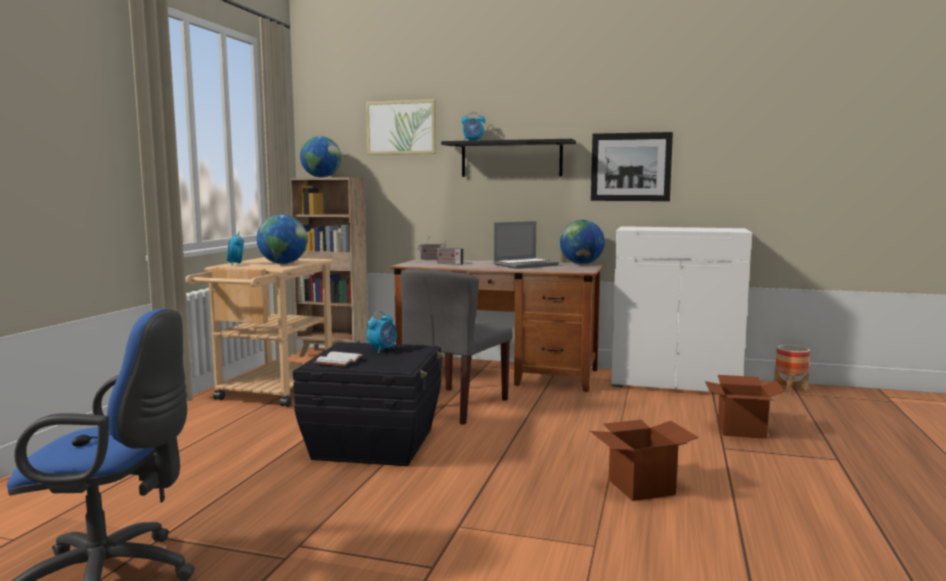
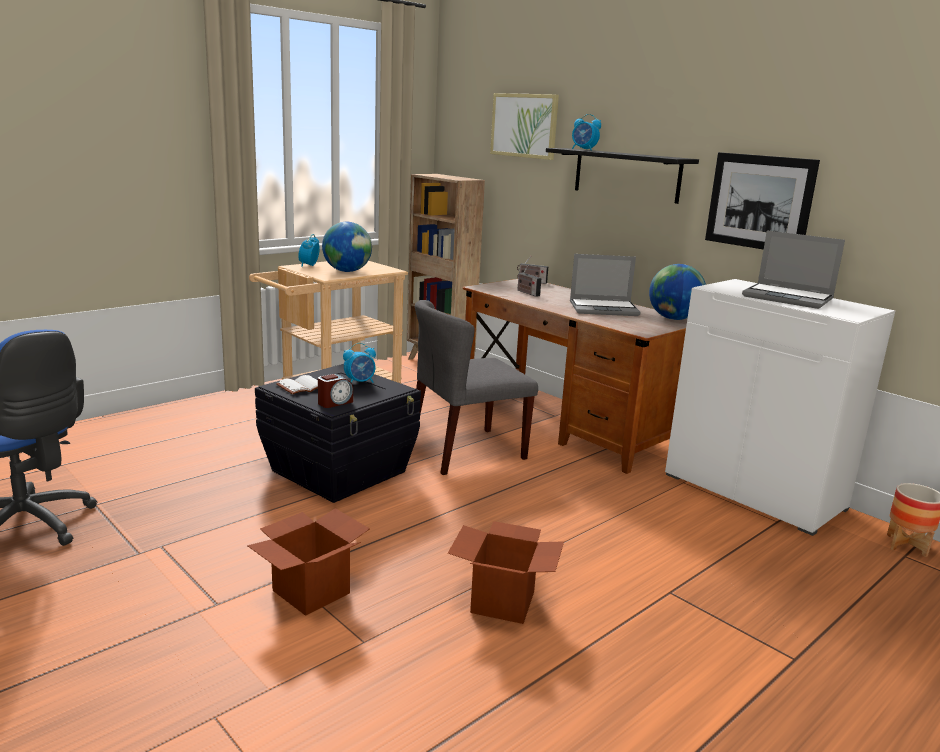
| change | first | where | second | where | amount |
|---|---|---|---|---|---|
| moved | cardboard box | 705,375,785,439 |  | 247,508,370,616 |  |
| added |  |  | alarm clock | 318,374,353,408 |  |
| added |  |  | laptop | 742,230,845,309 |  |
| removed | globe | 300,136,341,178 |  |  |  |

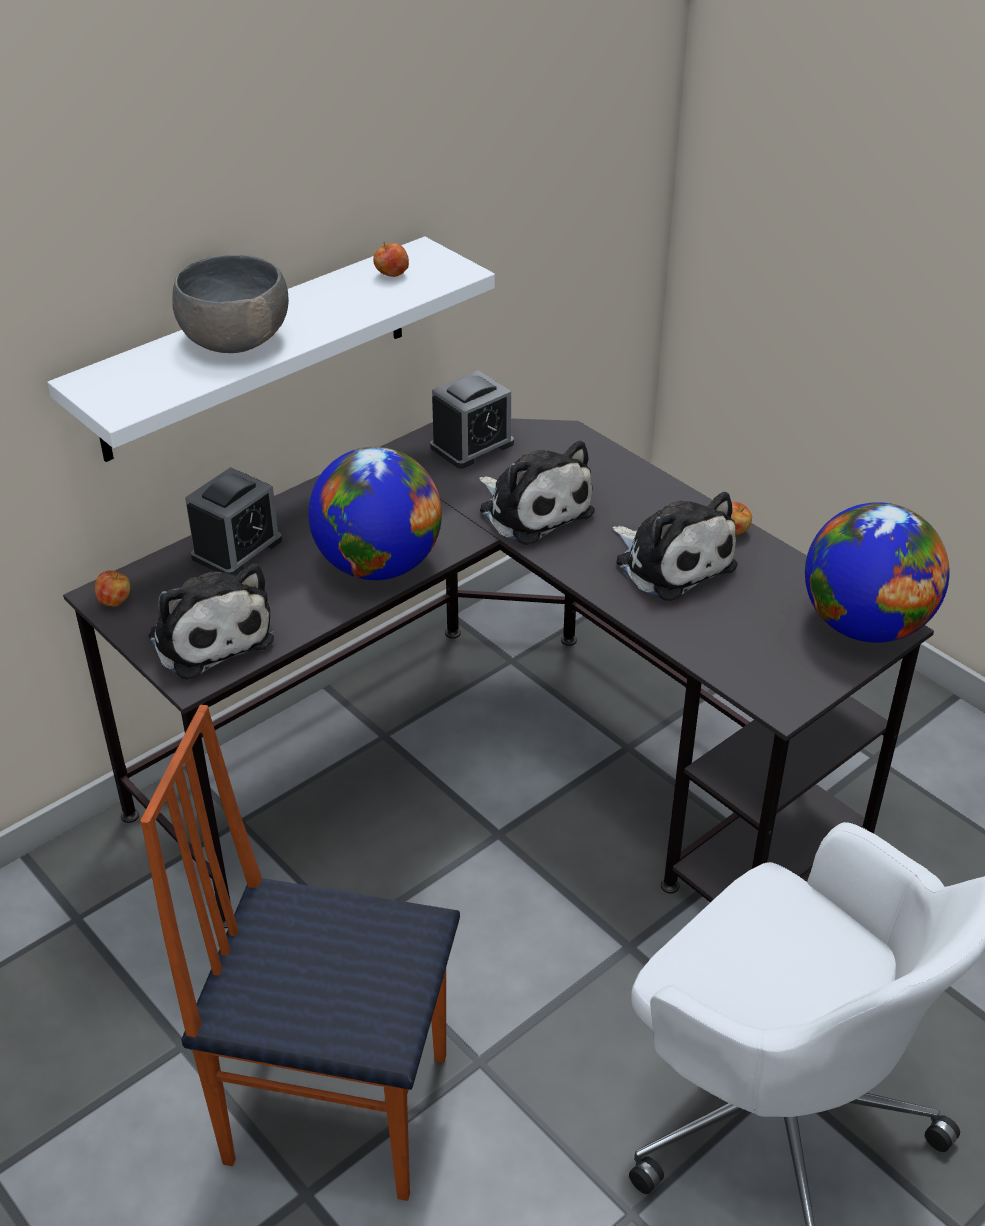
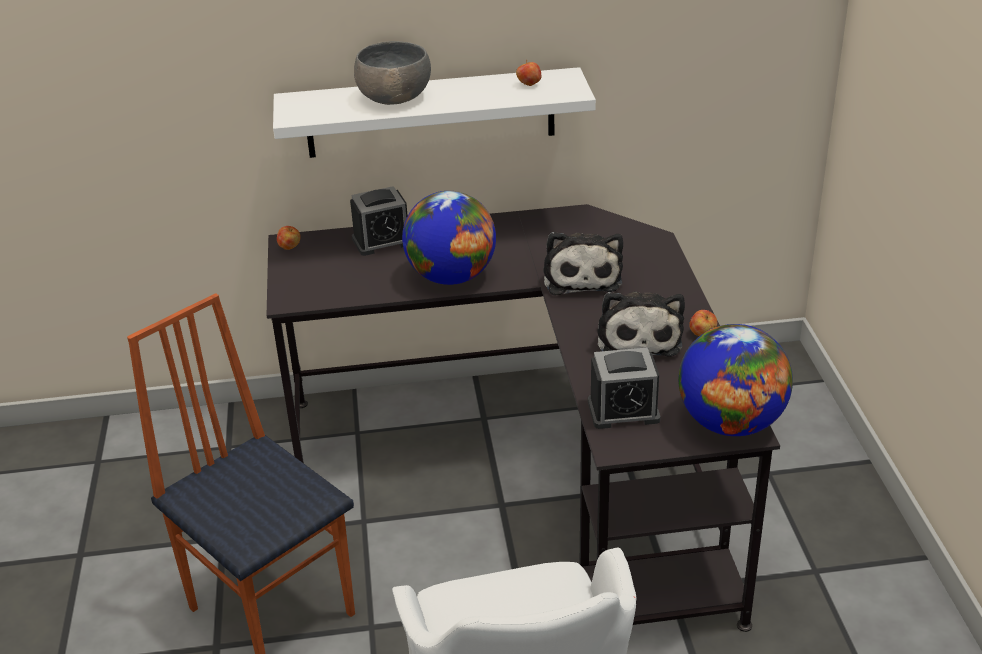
| change | first | where | second | where | amount |
|---|---|---|---|---|---|
| moved | alarm clock | 430,370,514,469 |  | 588,348,661,429 |  |
| removed | plush toy | 148,564,274,680 |  |  |  |

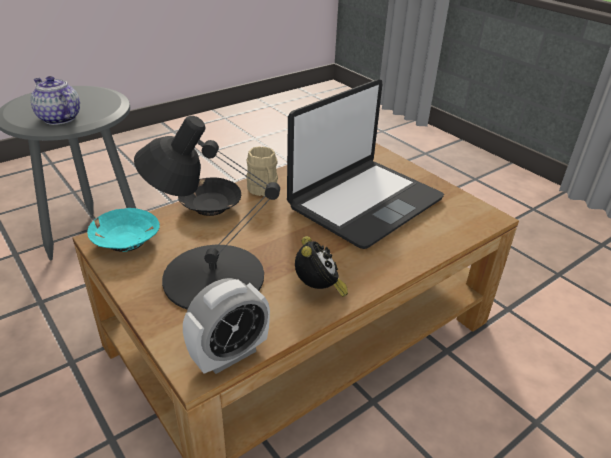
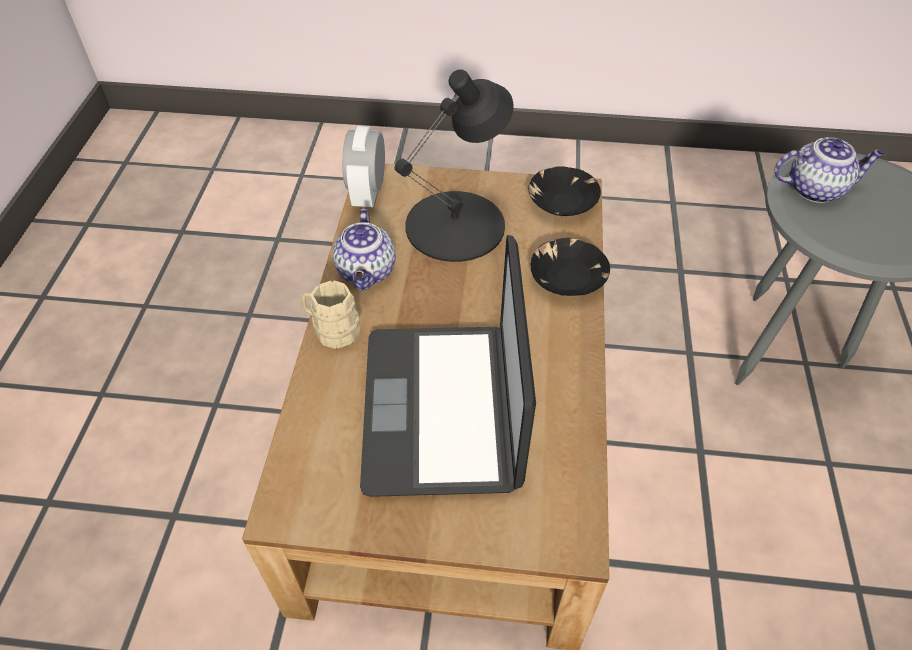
| change | first | where | second | where | amount |
|---|---|---|---|---|---|
| moved | beige mug | 246,146,278,196 |  | 301,281,361,349 |  |
| replaced | alarm clock | 295,236,348,297 | teapot | 333,209,396,290 |  |
| recoloured | turquoise bowl | 87,208,160,252 | black bowl | 528,166,601,216 |  |

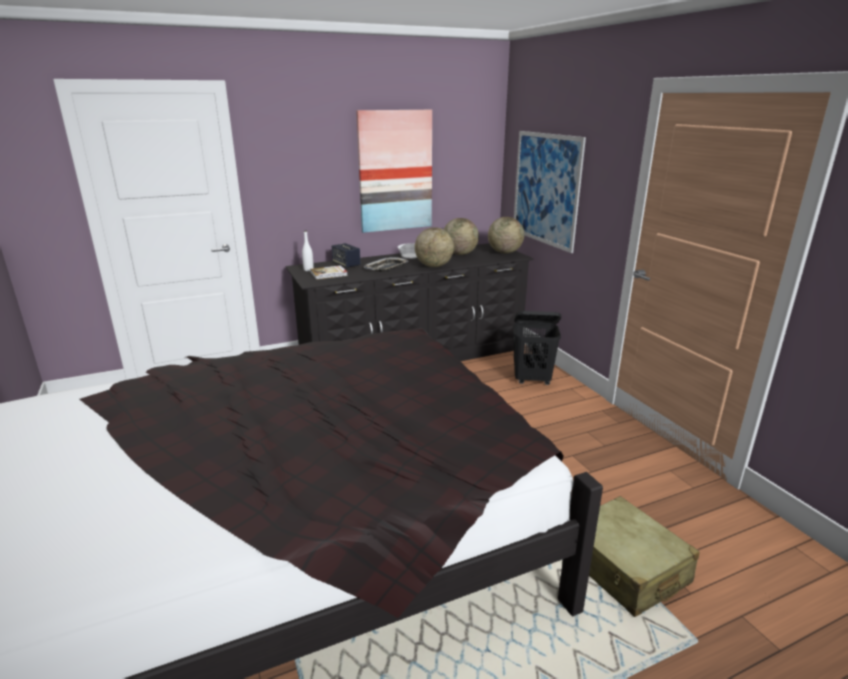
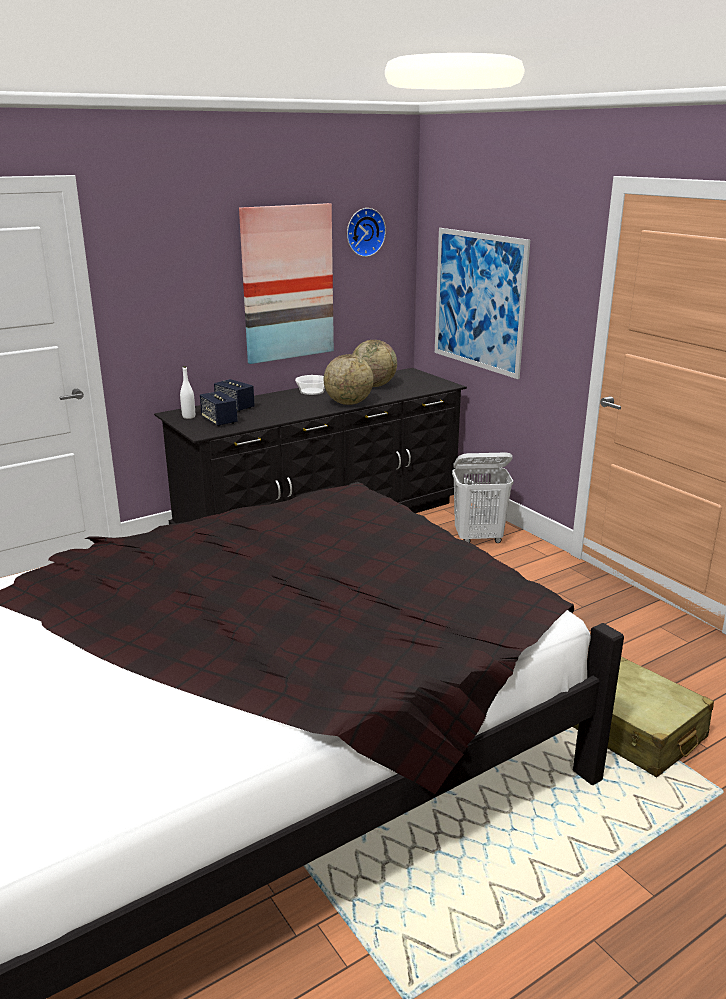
| change | first | where | second | where | amount |
|---|---|---|---|---|---|
| replaced | book | 310,265,348,280 | speaker | 200,391,238,426 |  |
| added |  |  | wall clock | 347,208,386,257 |  |
| recoloured | black laundry basket | 513,311,561,385 | white laundry basket | 452,452,513,543 |  |
| removed | tray | 364,257,408,272 |  |  |  |
| removed | globe | 488,217,524,254 |  |  |  |

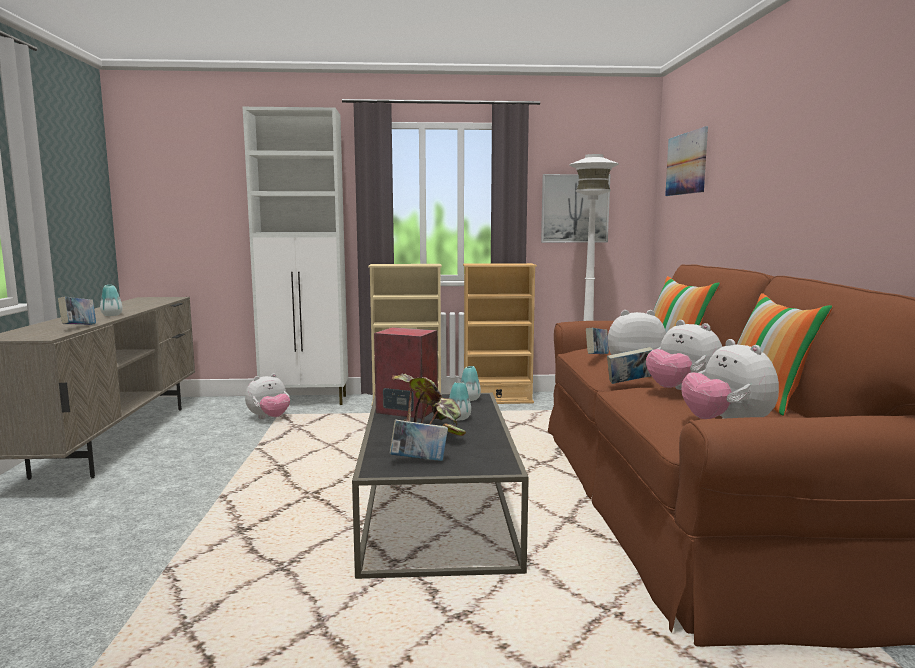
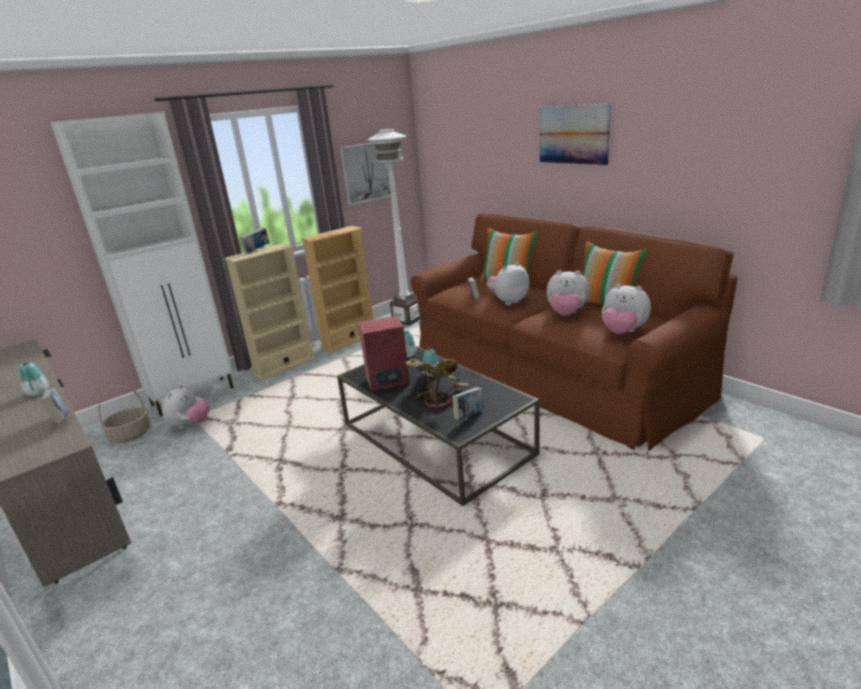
| change | first | where | second | where | amount |
|---|---|---|---|---|---|
| added |  |  | basket | 98,386,150,443 |  |
| moved | book | 607,347,653,384 |  | 240,227,270,253 |  |
| moved | picture | 665,126,708,196 |  | 540,104,611,165 |  |

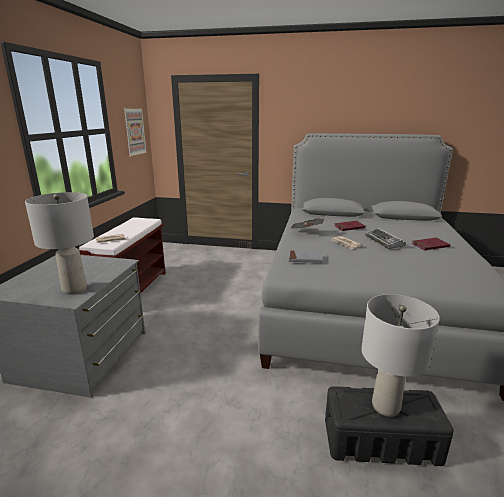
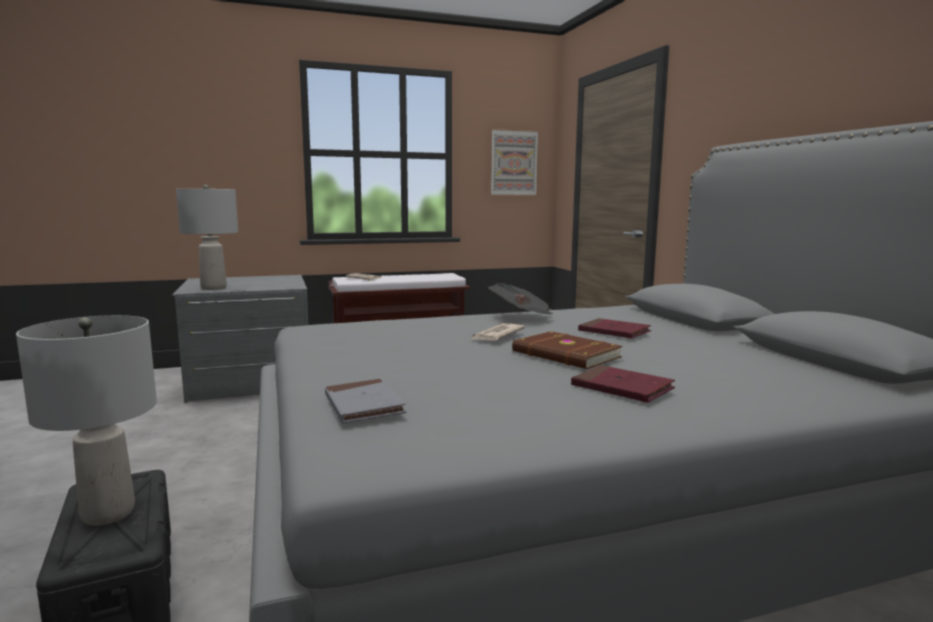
| change | first | where | second | where | amount |
|---|---|---|---|---|---|
| moved | grey book | 289,250,323,263 |  | 325,379,406,423 |  |
| replaced | keyboard | 365,228,406,249 | brown book | 512,331,622,369 |  |

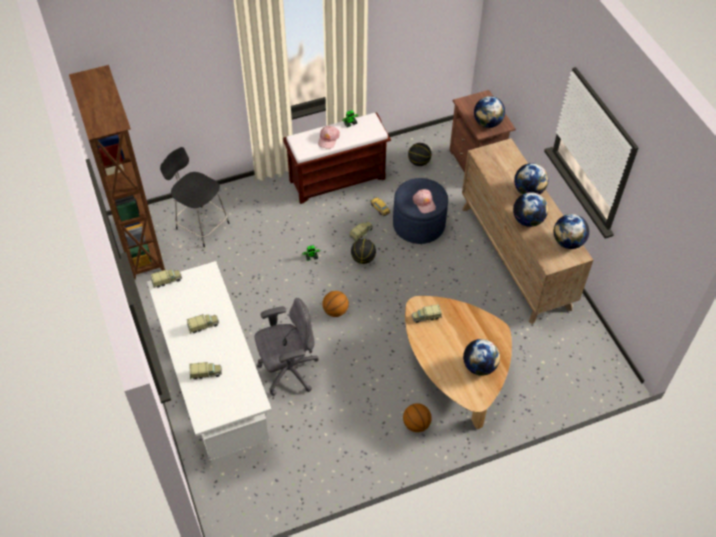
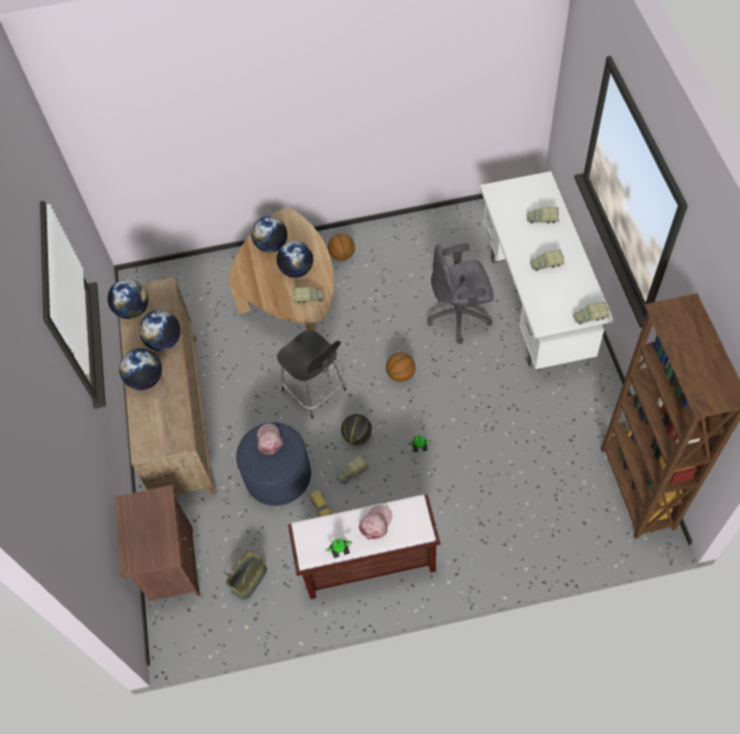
| change | first | where | second | where | amount |
|---|---|---|---|---|---|
| replaced | basketball | 408,143,431,166 | basket | 223,549,267,600 |  |
| moved | globe | 474,96,505,128 |  | 277,241,313,278 |  |
| moved | black chair | 160,147,230,247 |  | 277,330,346,419 |  |

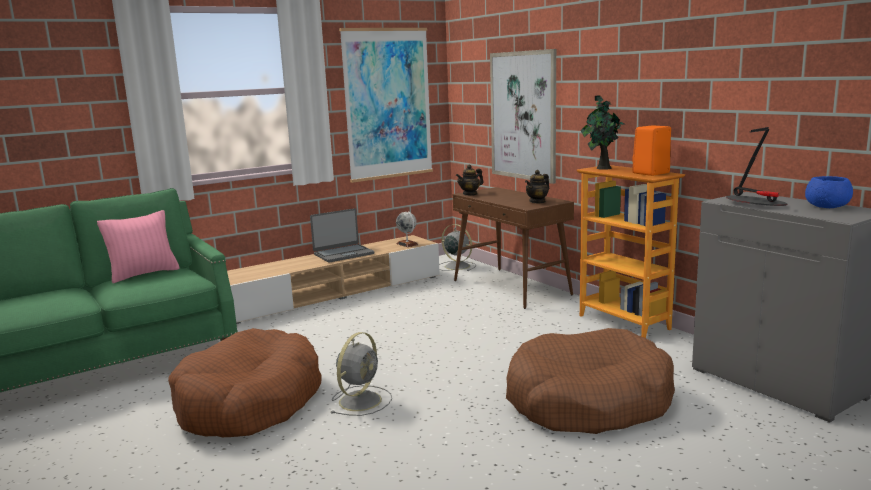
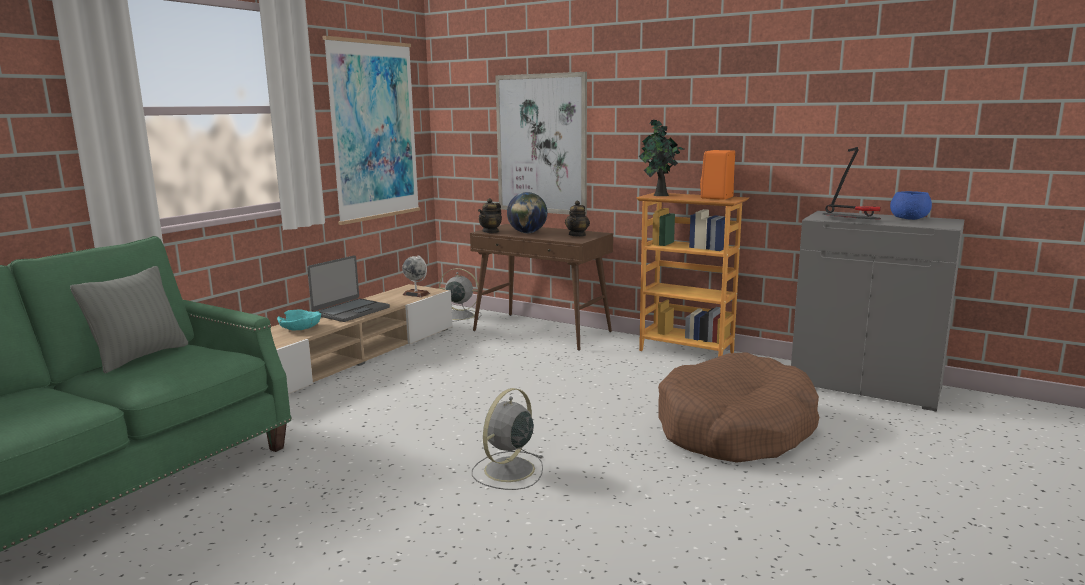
| change | first | where | second | where | amount |
|---|---|---|---|---|---|
| recoloured | pink pillow | 97,210,180,283 | grey pillow | 70,266,188,373 |  |
| added |  |  | turquoise bowl | 277,309,321,331 |  |
| turned | grey fan | 331,332,392,416 |  | 472,388,543,490 | 150 degrees counterclockwise |
| added |  |  | globe | 507,192,547,233 |  |
| removed | brown dog bed | 168,328,321,437 |  |  |  |

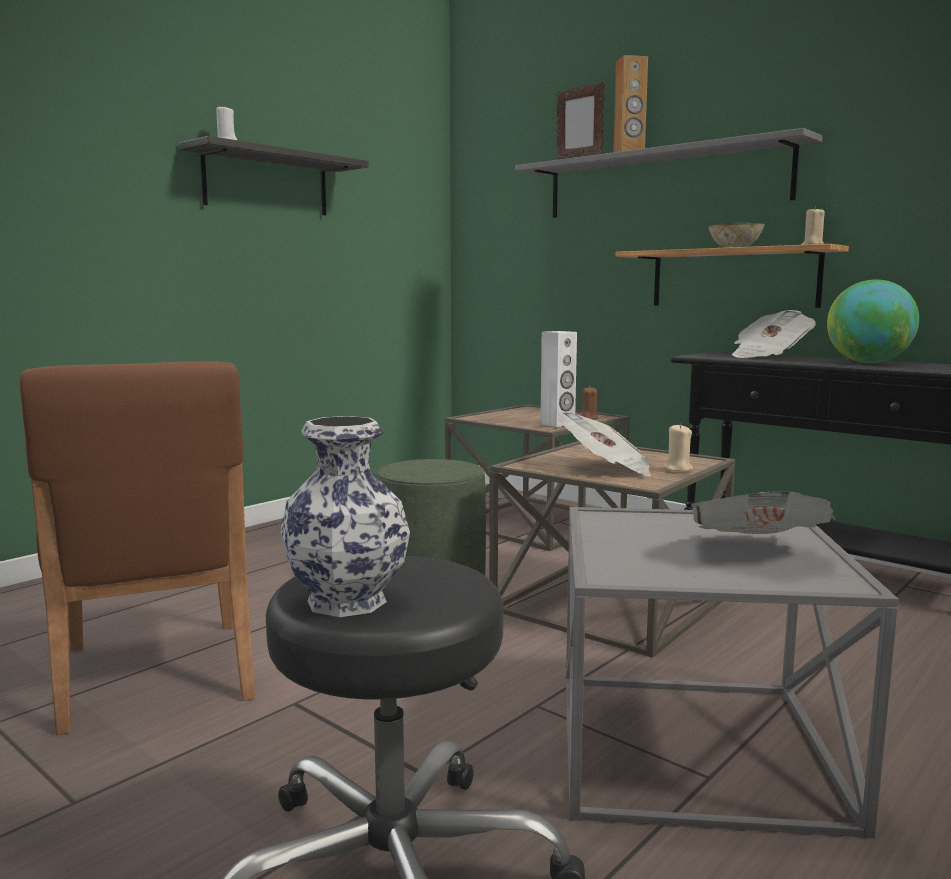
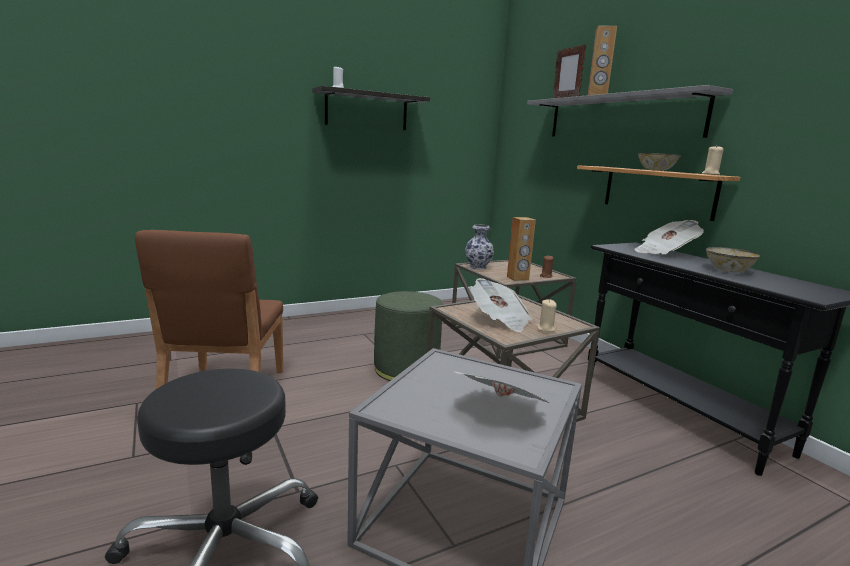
| change | first | where | second | where | amount |
|---|---|---|---|---|---|
| moved | vase | 280,416,410,617 |  | 465,224,494,269 |  |
| recoloured | white speaker | 540,331,577,427 | brown speaker | 507,217,536,281 |  |
| replaced | globe | 827,279,919,363 | bowl | 706,247,760,272 |  |

